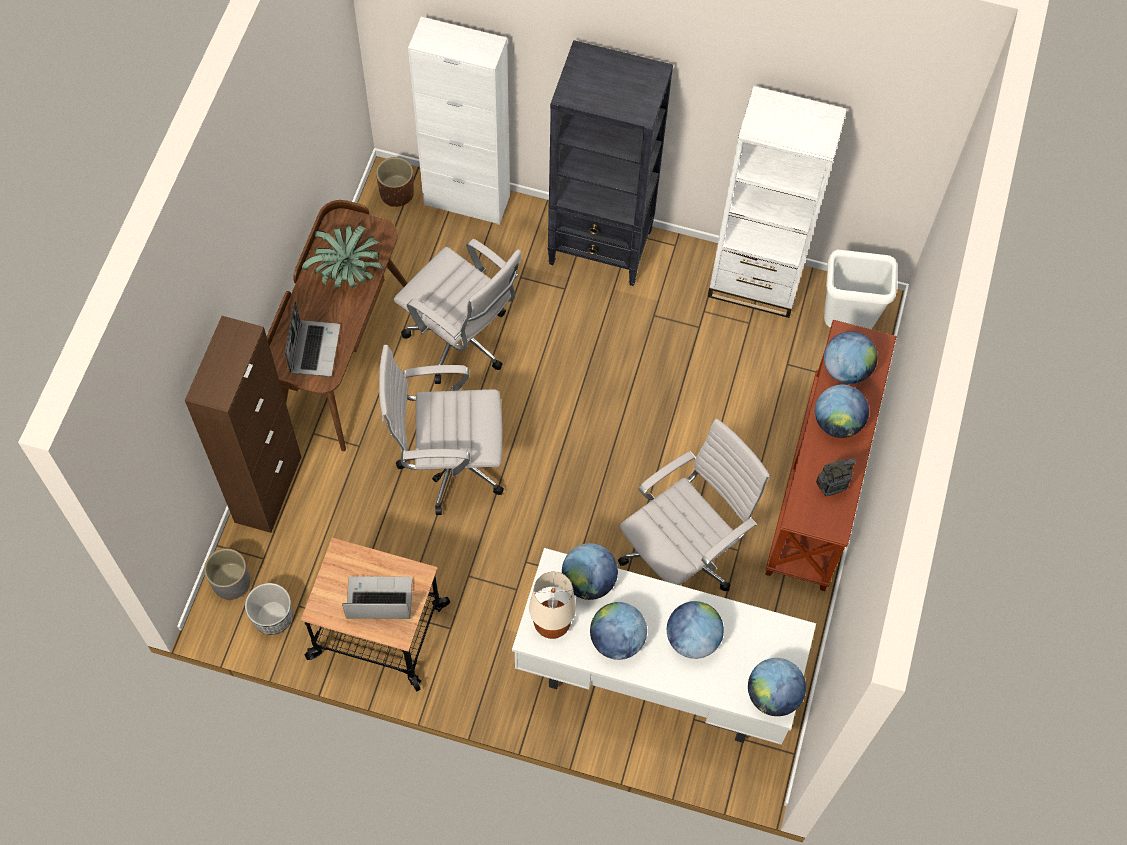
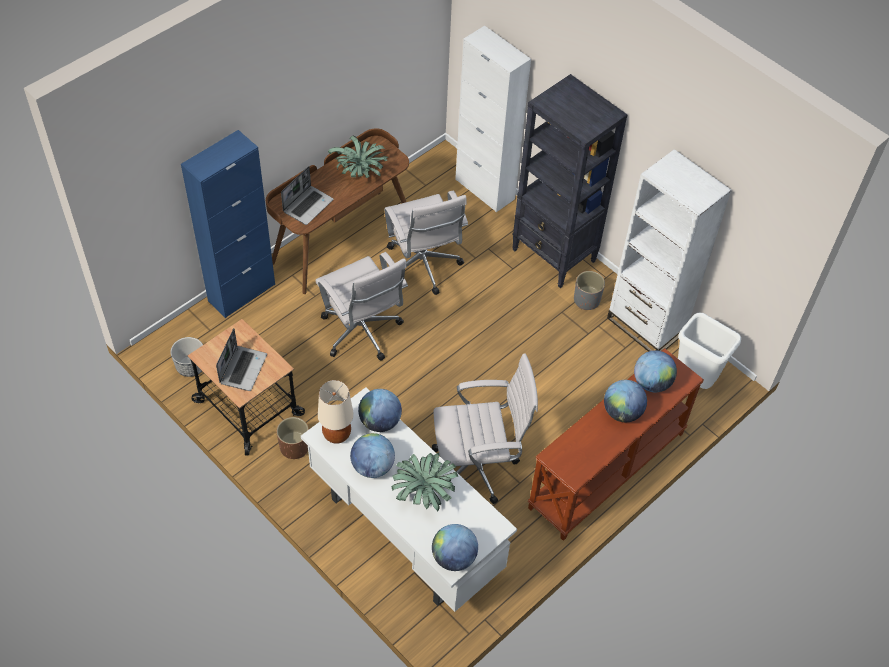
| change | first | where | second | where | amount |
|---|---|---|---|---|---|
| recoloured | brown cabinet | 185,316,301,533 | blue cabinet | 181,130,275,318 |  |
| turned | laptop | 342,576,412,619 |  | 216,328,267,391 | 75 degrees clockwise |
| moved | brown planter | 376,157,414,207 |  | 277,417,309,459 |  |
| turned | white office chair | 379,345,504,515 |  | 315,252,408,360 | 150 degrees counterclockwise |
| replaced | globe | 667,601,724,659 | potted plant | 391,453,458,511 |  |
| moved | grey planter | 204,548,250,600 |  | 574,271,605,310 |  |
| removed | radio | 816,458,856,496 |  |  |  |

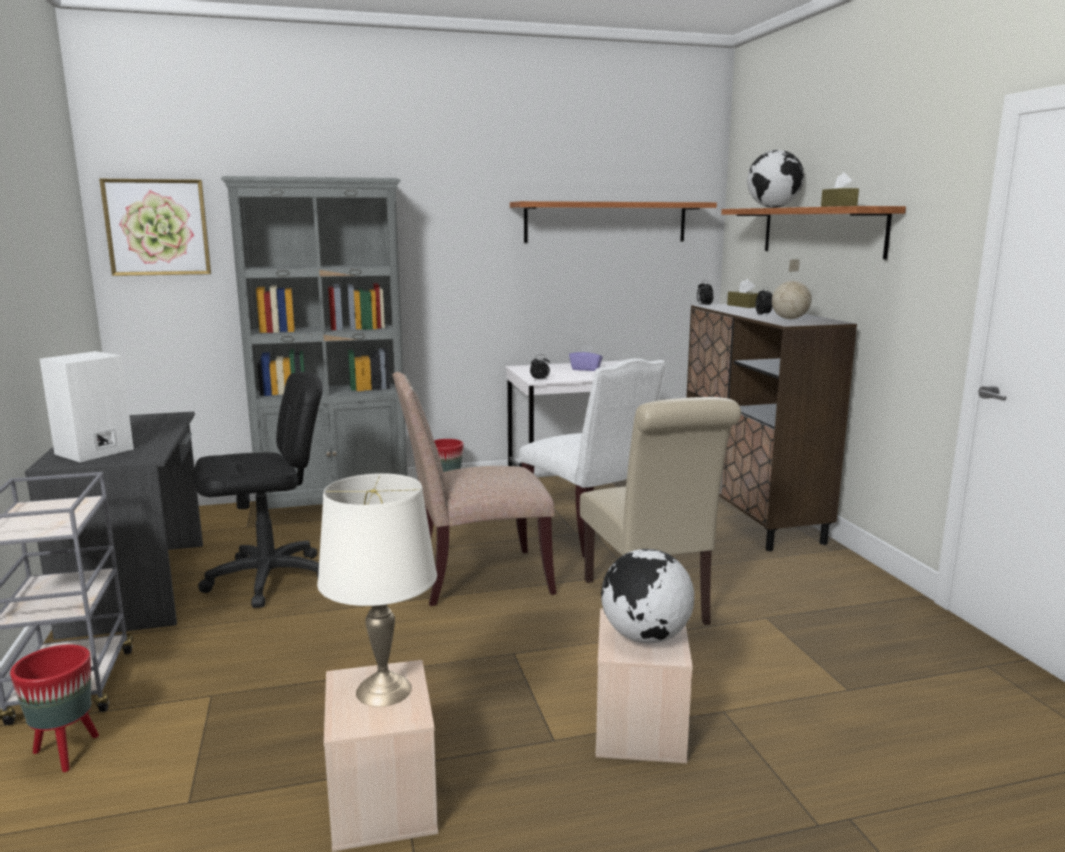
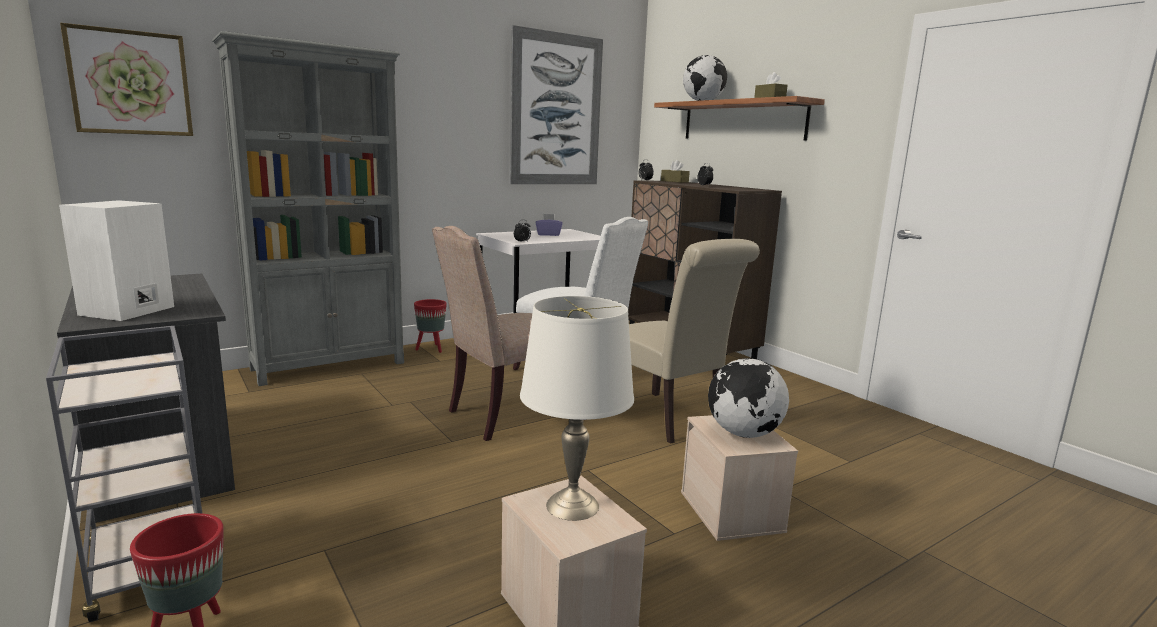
| change | first | where | second | where | amount |
|---|---|---|---|---|---|
| replaced | shelf | 510,201,717,243 | picture | 510,25,603,184 |  |
| removed | black office chair | 193,372,323,608 |  |  |  |
| removed | globe | 772,259,811,319 |  |  |  |

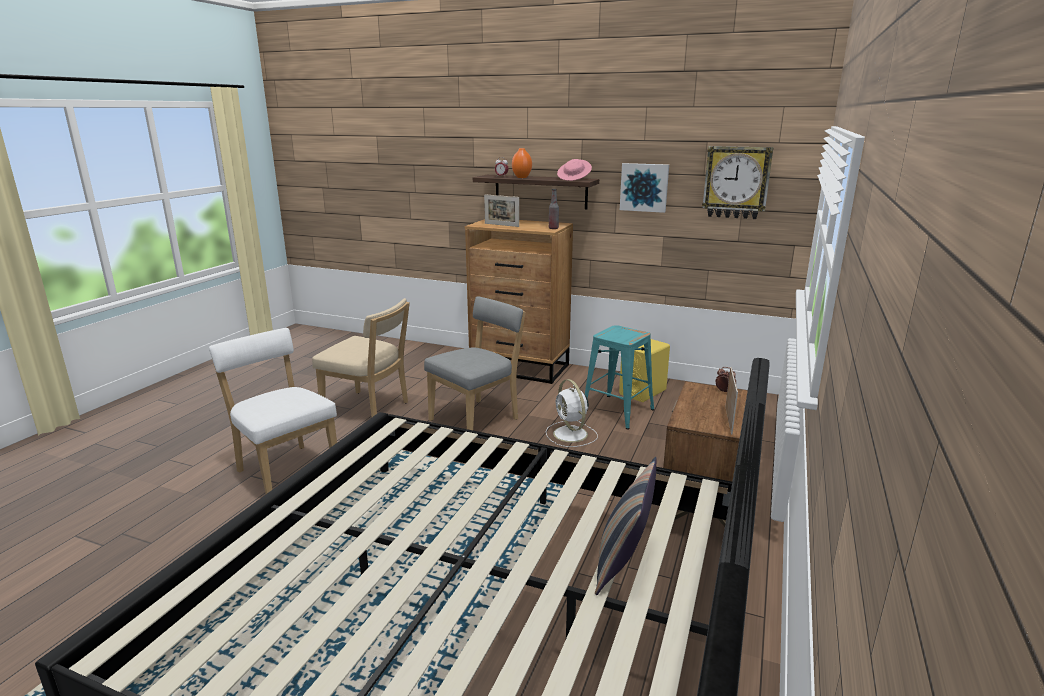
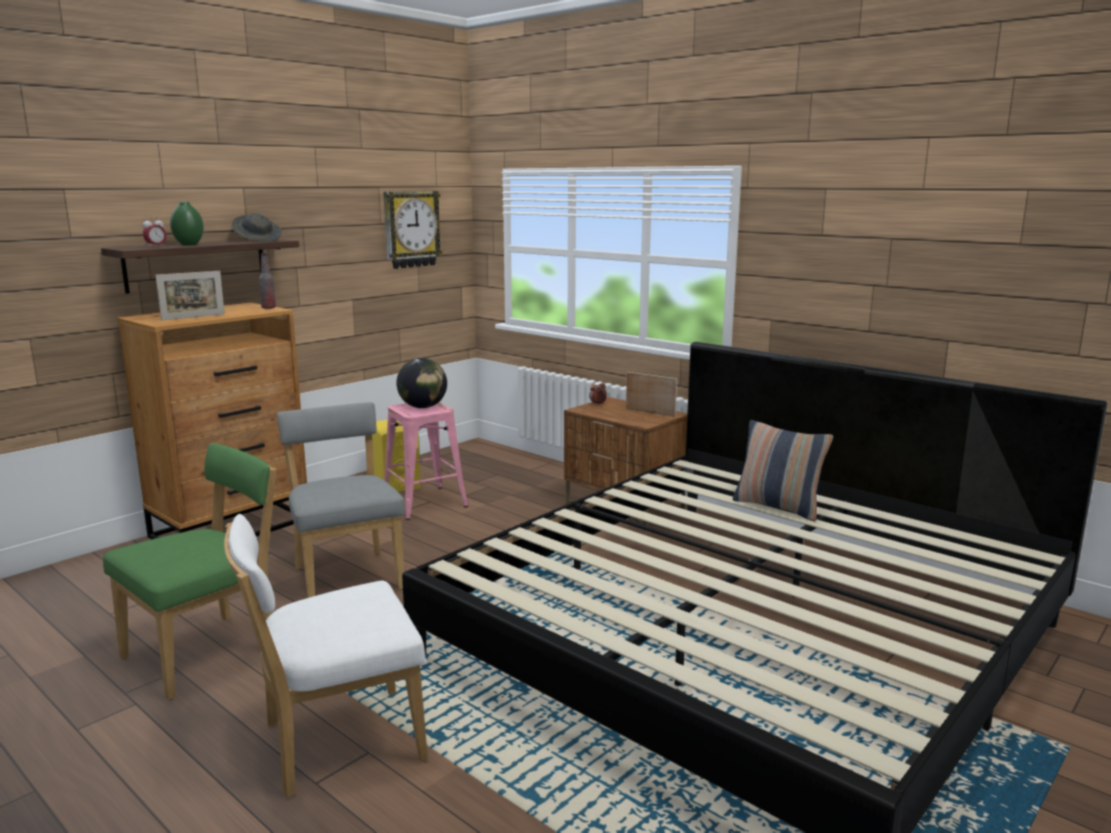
| change | first | where | second | where | amount |
|---|---|---|---|---|---|
| recoloured | beige chair | 312,298,410,417 | green chair | 103,443,276,701 |  |
| recoloured | orange vase | 512,148,532,178 | green vase | 170,202,204,245 |  |
| recoloured | pink hat | 557,159,592,181 | grey hat | 232,213,282,242 |  |
| recoloured | turquoise stool | 585,325,654,429 | pink stool | 385,402,468,520 |  |
| added |  |  | globe | 397,358,447,408 |  |
| removed | white fan | 546,379,598,447 |  |  |  |
| removed | picture | 620,163,669,213 |  |  |  |

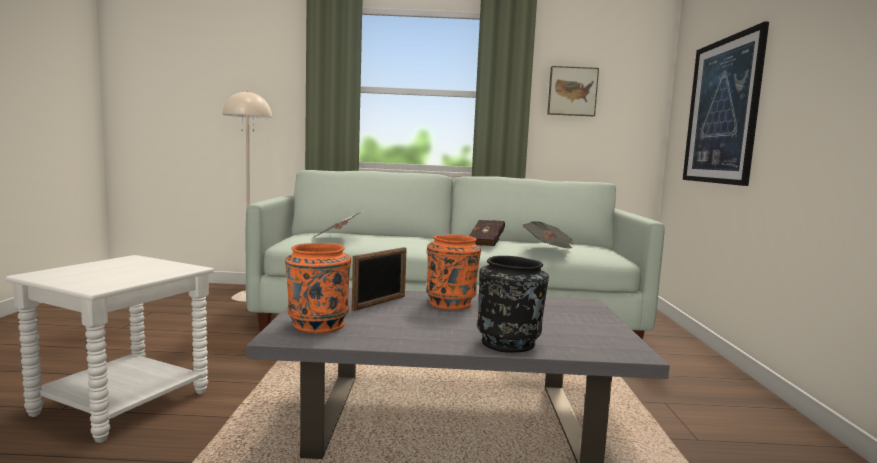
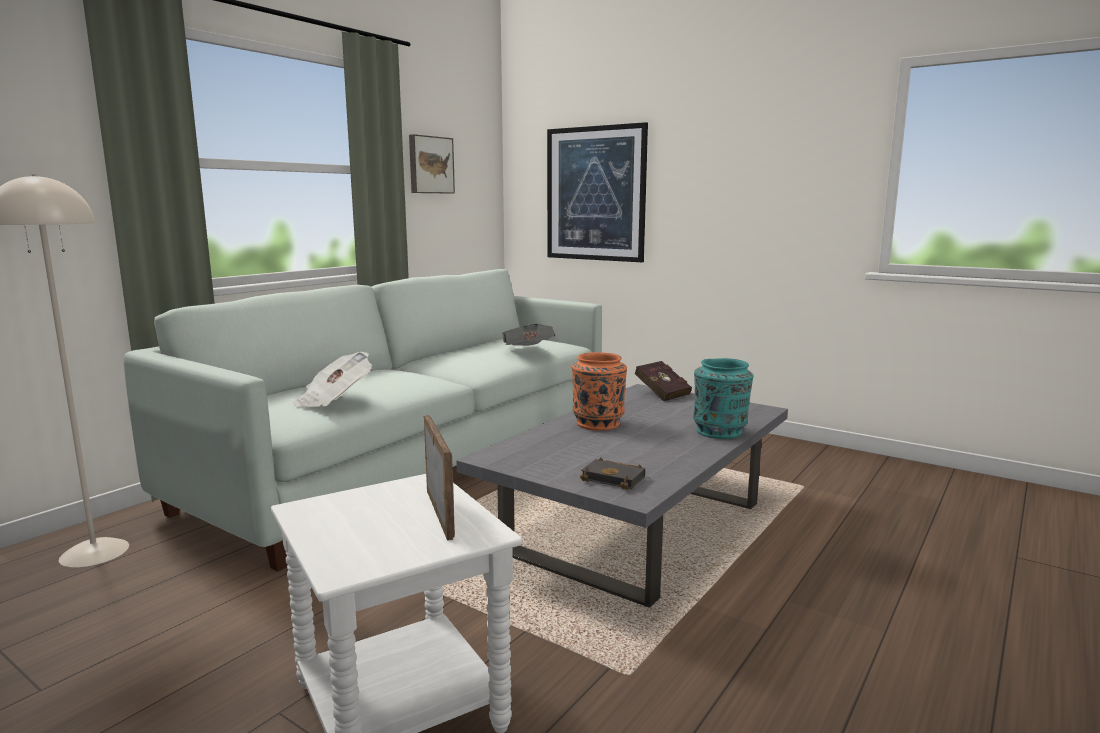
| change | first | where | second | where | amount |
|---|---|---|---|---|---|
| moved | picture frame | 352,247,407,311 |  | 424,415,455,541 |  |
| replaced | orange vase | 285,243,351,334 | black book | 580,457,645,490 |  |
| moved | red book | 469,220,505,246 |  | 634,361,692,401 |  |
| recoloured | black vase | 477,256,549,353 | turquoise vase | 693,358,753,439 |  |

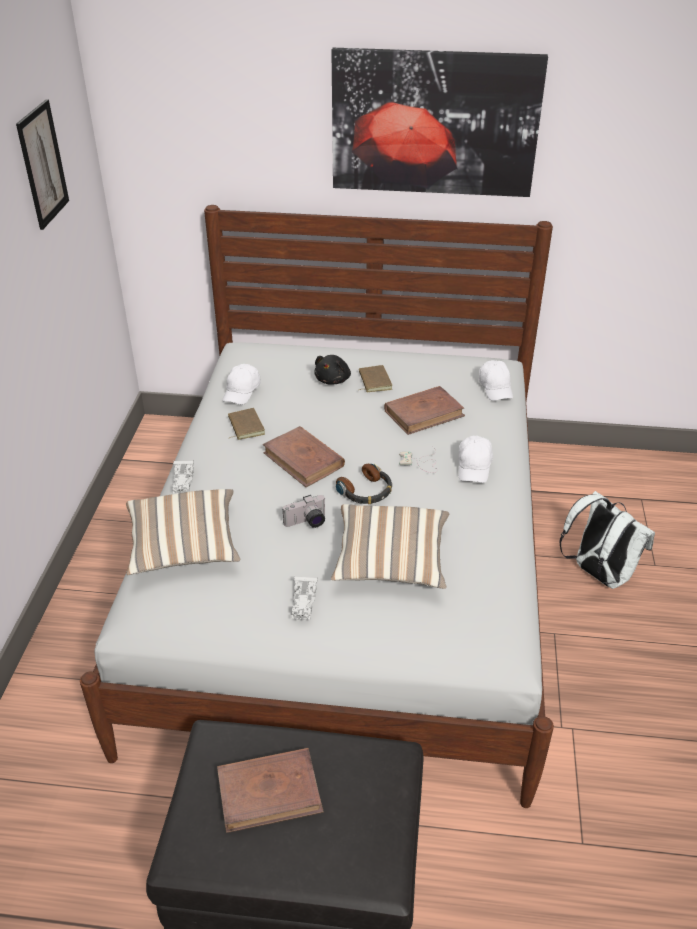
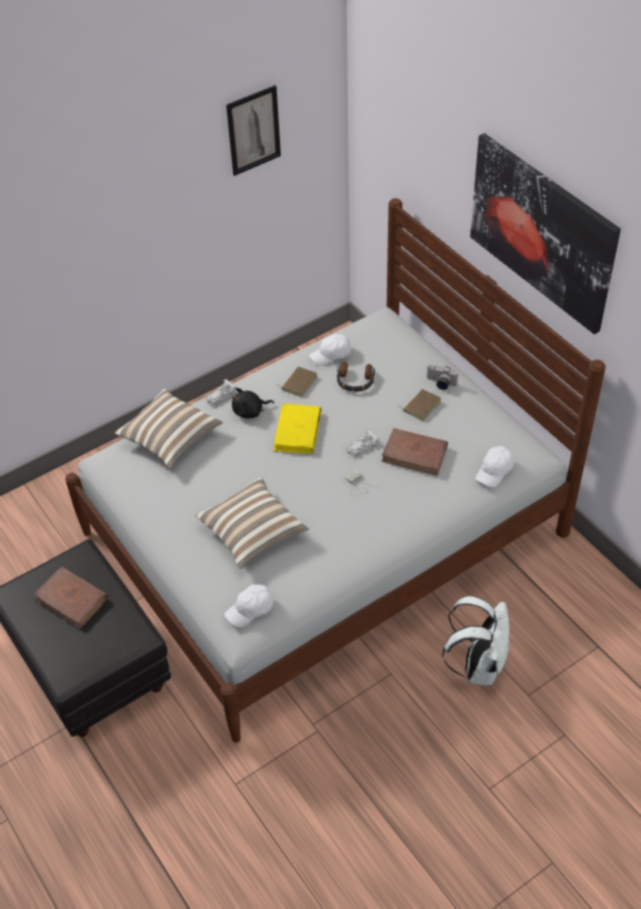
| change | first | where | second | where | amount |
|---|---|---|---|---|---|
| moved | white cap | 458,436,493,483 |  | 224,584,274,627 |  |
| moved | black plush toy | 314,355,351,385 |  | 232,388,274,419 |  |
| recoloured | brown book | 263,426,345,487 | yellow book | 273,404,322,454 |  |
| moved | headphones | 336,464,392,504 |  | 337,362,375,392 |  |
| moved | white toy car | 291,576,318,620 |  | 345,429,379,458 |  |
| moved | photo camera | 283,495,326,528 |  | 427,364,458,390 |  |

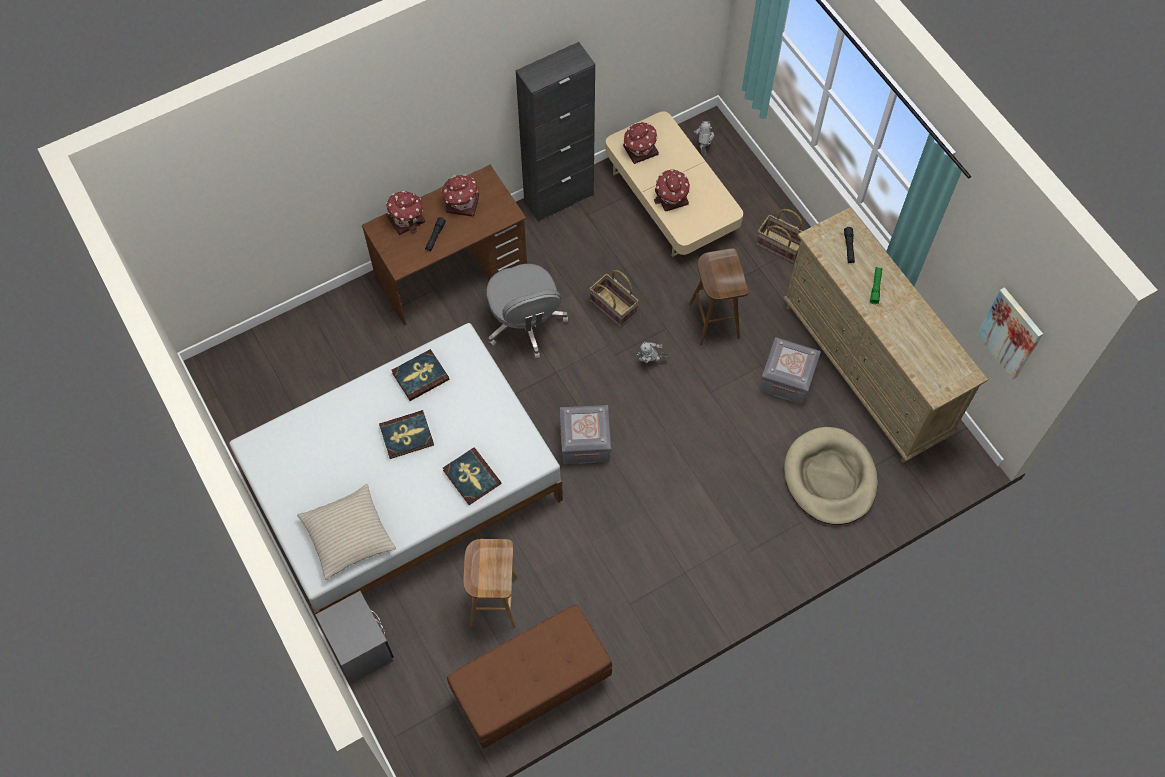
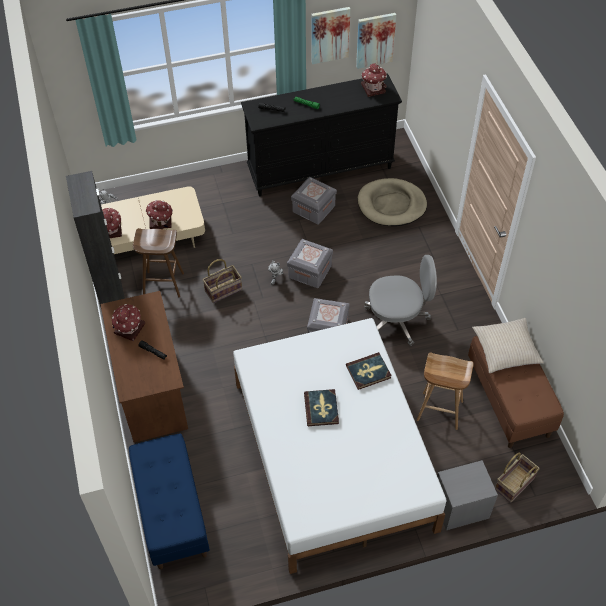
| change | first | where | second | where | amount |
|---|---|---|---|---|---|
| added |  |  | blue bench | 129,433,210,569 |  |
| moved | brown stool | 689,248,749,345 |  | 133,228,184,297 |  |
| recoloured | beige dresser | 783,207,988,463 | black dresser | 241,73,402,197 |  |
| added |  |  | grey storage box | 287,239,333,288 |  |
| added |  |  | picture | 311,7,350,64 |  |
| moved | toy house | 386,191,425,235 |  | 361,64,387,97 |  |
| moved | grey office chair | 487,264,568,359 |  | 365,255,437,346 |  |
| moved | beige pillow | 297,484,396,580 |  | 472,318,544,373 |  |
| moved | basket | 756,209,803,264 |  | 495,453,540,503 |  |
| removed | book | 391,349,449,401 |  |  |  |

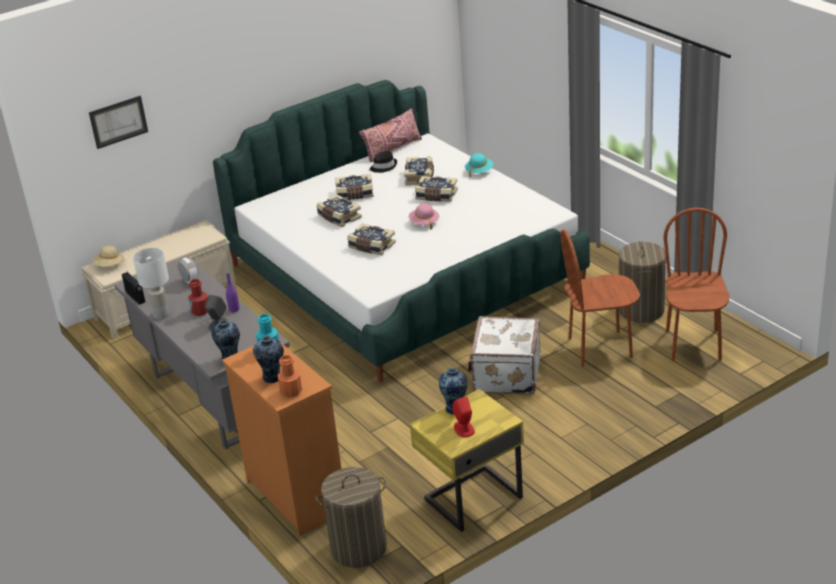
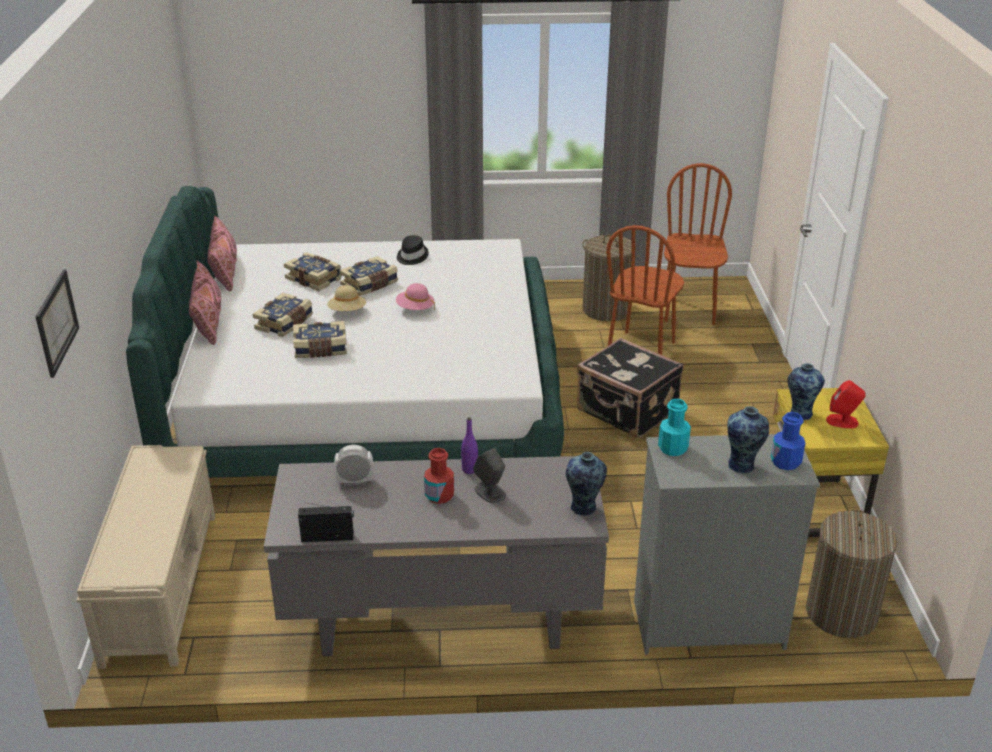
| change | first | where | second | where | amount |
|---|---|---|---|---|---|
| added |  |  | pink pillow | 189,260,221,345 |  |
| moved | beige hat | 93,245,125,267 |  | 327,285,366,311 |  |
| moved | black hat | 370,151,397,173 |  | 397,235,429,265 |  |
| recoloured | white suitcase | 468,316,541,394 | black suitcase | 577,338,683,438 |  |
| recoloured | orange dresser | 222,342,341,536 | grey dresser | 634,434,820,655 |  |
| turned | brown chair | 663,208,729,361 |  | 664,163,732,325 | 60 degrees clockwise |
| recoloured | orange bottle | 278,355,302,397 | blue bottle | 771,412,805,470 |  |
| removed | white table lamp | 133,248,169,319 |  |  |  |
| removed | book | 347,223,396,255 |  |  |  |
| removed | turquoise hat | 465,153,494,178 |  |  |  |

